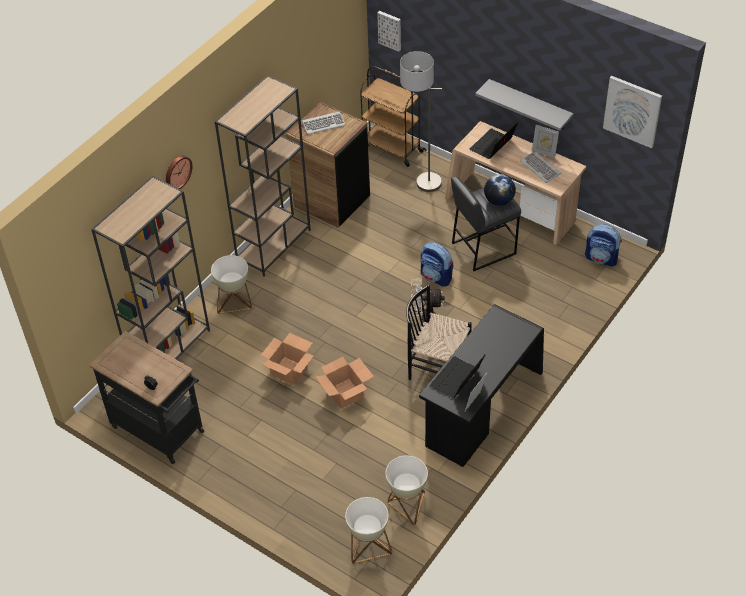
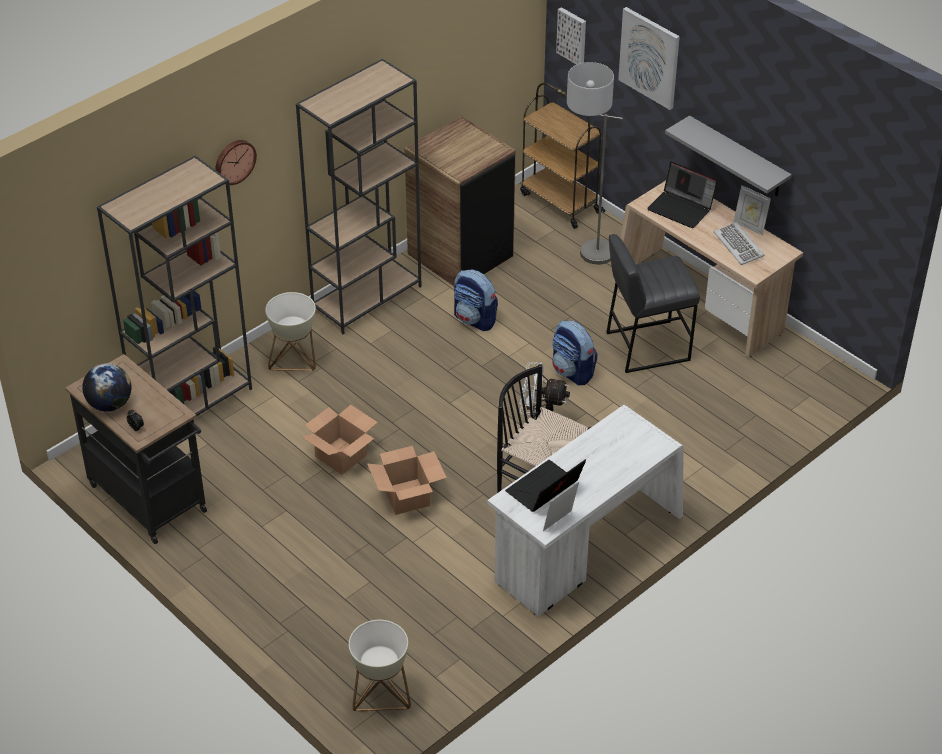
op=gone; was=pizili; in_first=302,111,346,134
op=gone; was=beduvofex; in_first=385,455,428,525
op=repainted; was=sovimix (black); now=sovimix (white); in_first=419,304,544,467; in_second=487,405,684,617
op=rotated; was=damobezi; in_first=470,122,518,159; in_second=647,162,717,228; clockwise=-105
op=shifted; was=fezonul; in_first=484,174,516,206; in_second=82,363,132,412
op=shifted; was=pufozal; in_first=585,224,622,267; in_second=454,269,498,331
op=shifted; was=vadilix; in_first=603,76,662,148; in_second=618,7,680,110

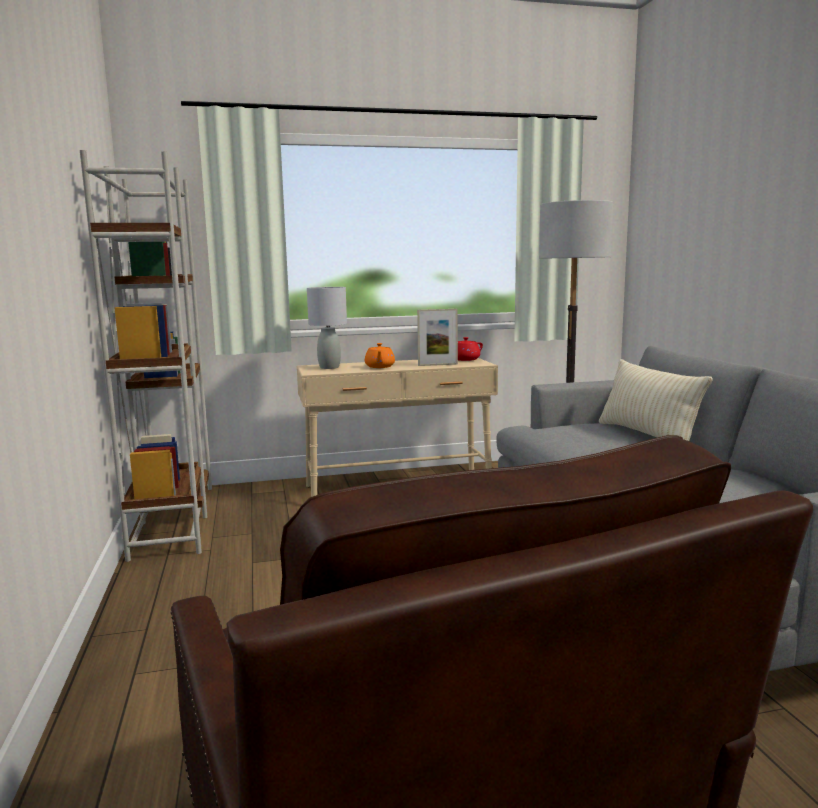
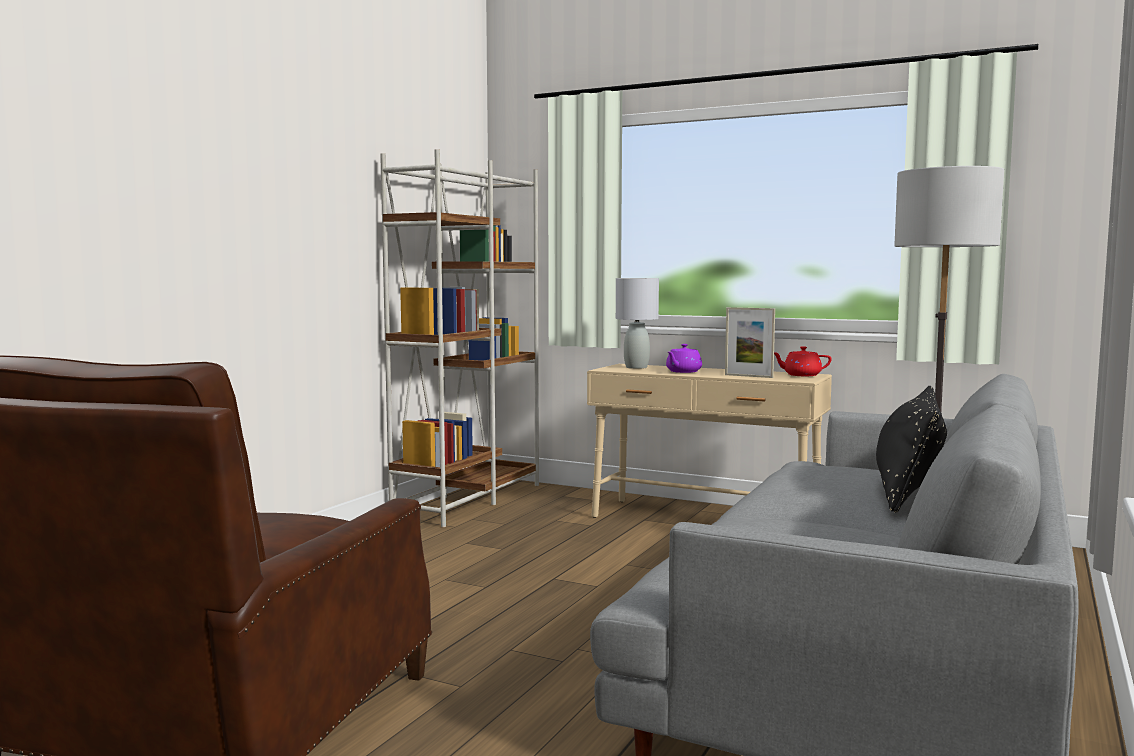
op=repainted; was=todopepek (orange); now=todopepek (purple); in_first=365,343,395,368; in_second=666,344,702,373
op=repainted; was=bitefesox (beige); now=bitefesox (black); in_first=599,359,712,441; in_second=876,386,947,513

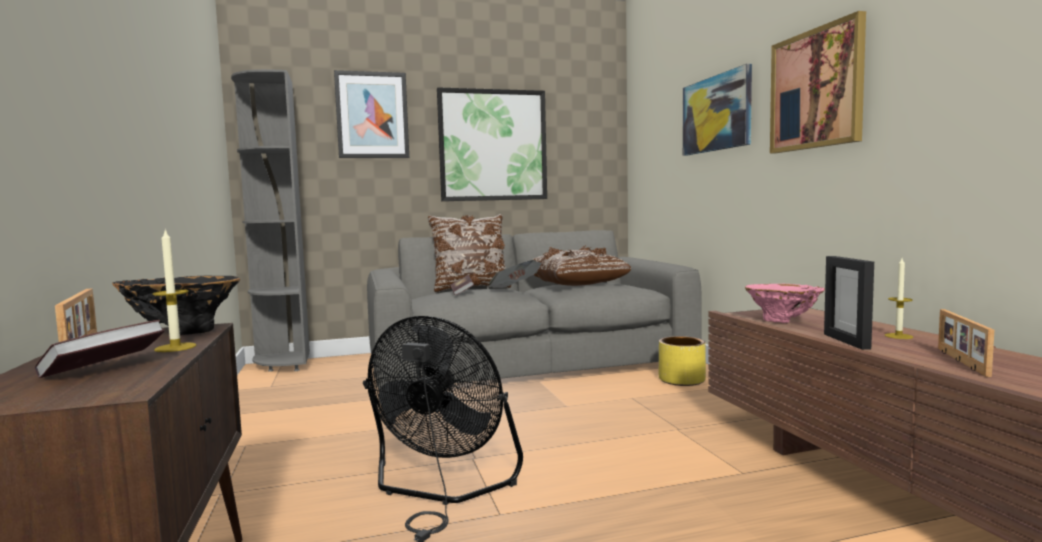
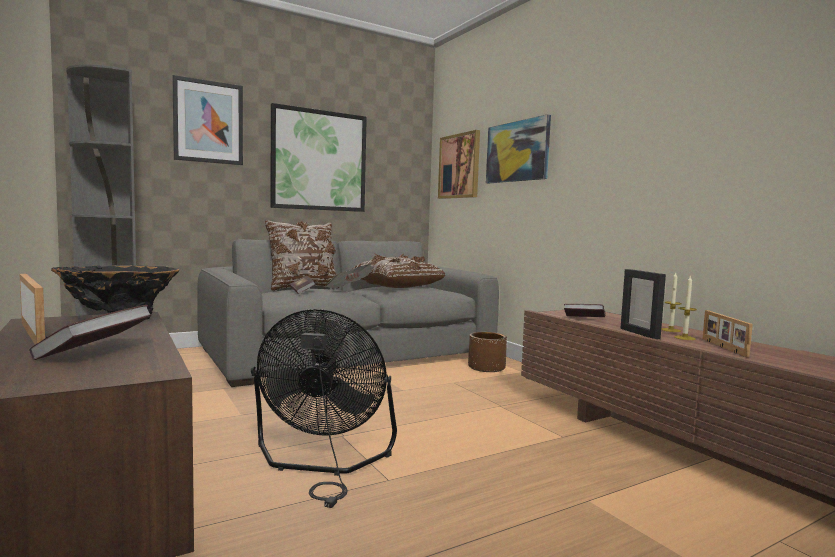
op=shifted; was=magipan; in_first=152,228,196,352; in_second=674,276,697,340
op=repainted; was=beduvofex (yellow); now=beduvofex (brown); in_first=659,336,706,386; in_second=468,332,507,372
op=swapped; was=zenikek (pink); now=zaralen; in_first=745,284,825,323; in_second=564,304,605,317
op=shifted; was=vadilix; in_first=770,11,866,153; in_second=438,130,480,199

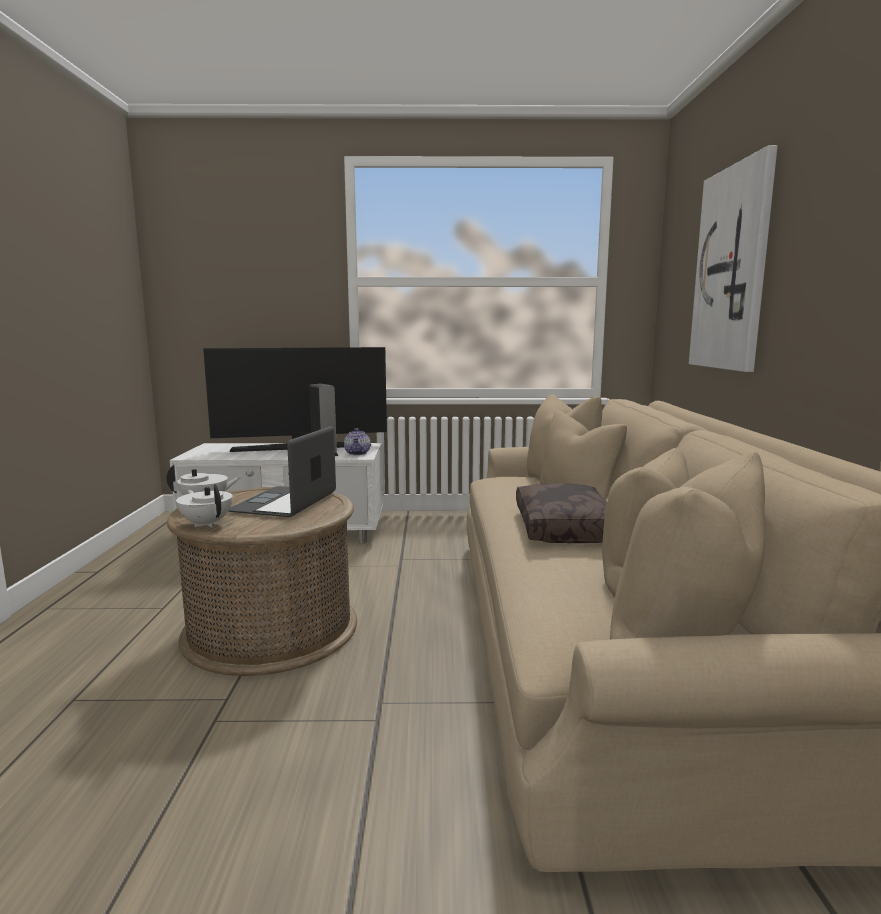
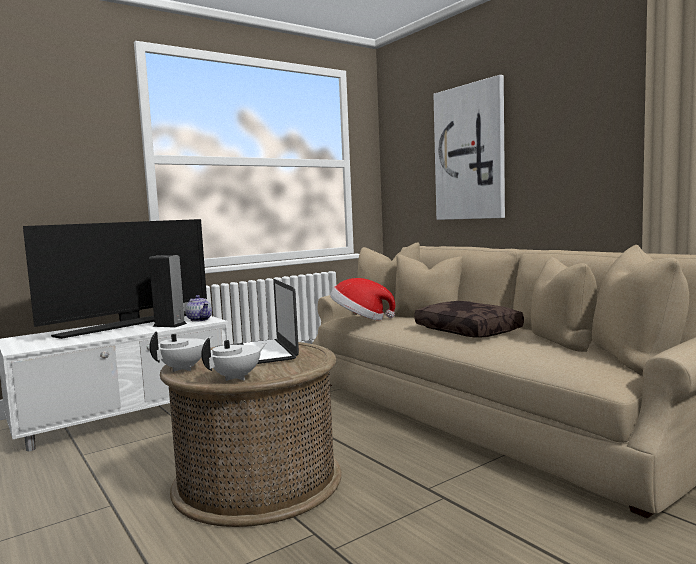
op=rotated; was=todopepek (white); in_first=176,484,233,527; in_second=201,338,266,381; clockwise=120
op=new; now=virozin; in_second=330,278,395,320

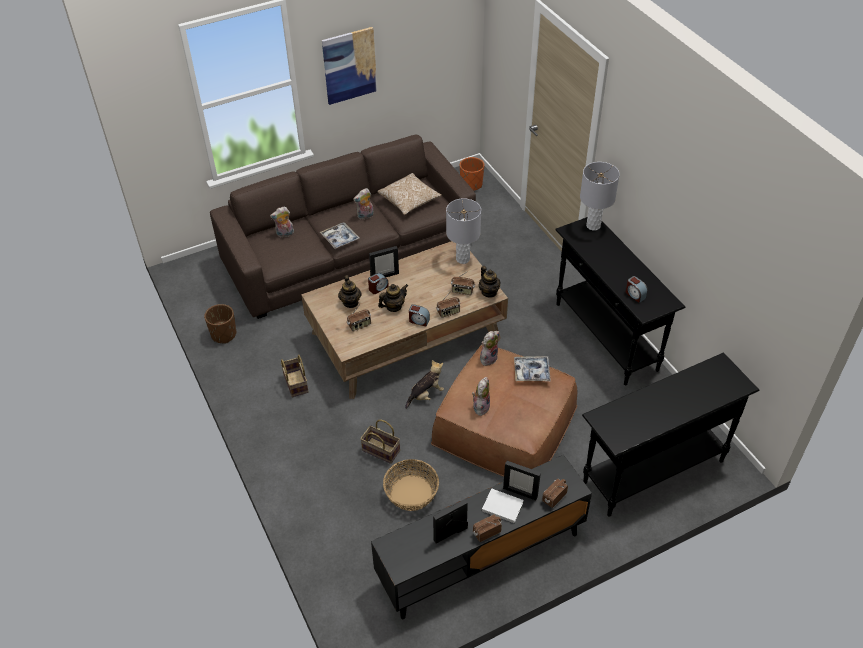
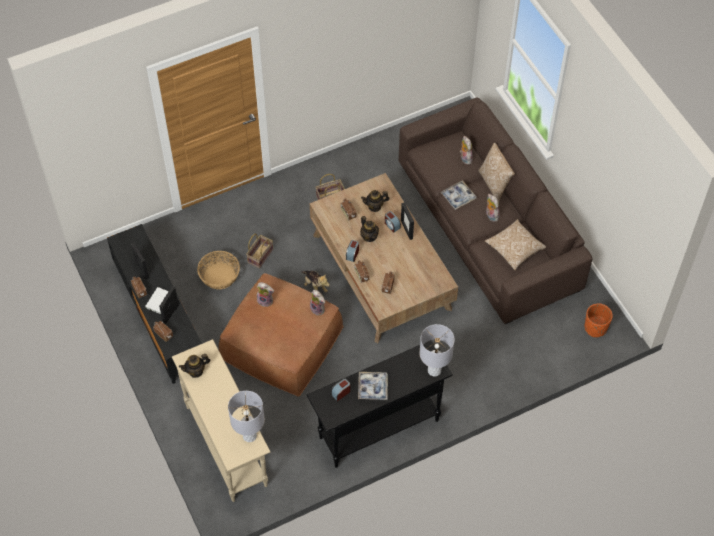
op=gone; was=beduvofex (brown); in_first=204,304,236,343
op=gone; was=vadilix; in_first=322,27,377,105
op=shifted; was=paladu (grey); in_first=446,198,481,264; in_second=228,391,265,442
op=shifted; was=todopepek; in_first=479,266,500,298; in_second=179,354,210,378
op=shifted; was=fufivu; in_first=514,356,551,381; in_second=358,372,388,400
op=repainted; was=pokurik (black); now=pokurik (beige); in_first=582,353,759,517; in_second=172,339,271,502
op=new; now=bitefesox; in_second=478,143,515,201

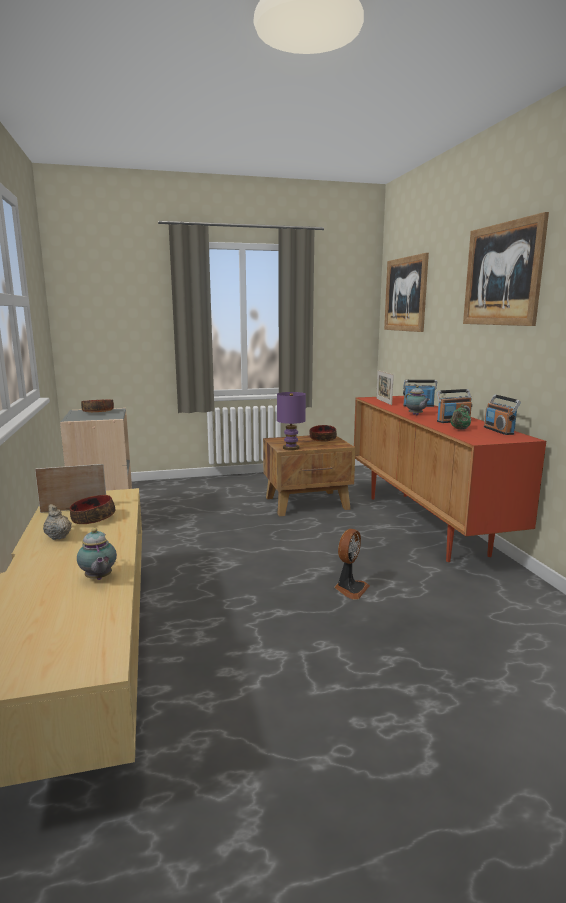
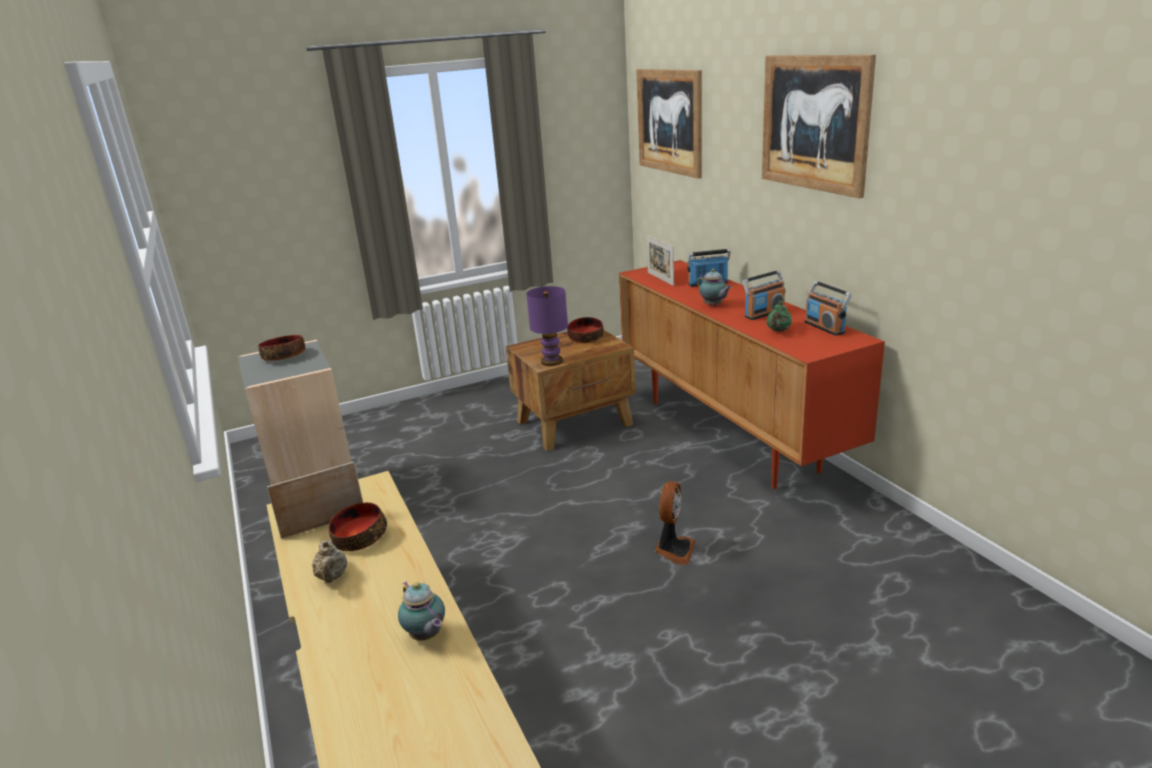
op=rotated; was=todopepek (beige); in_first=43,504,72,540; in_second=312,540,347,583; clockwise=-150

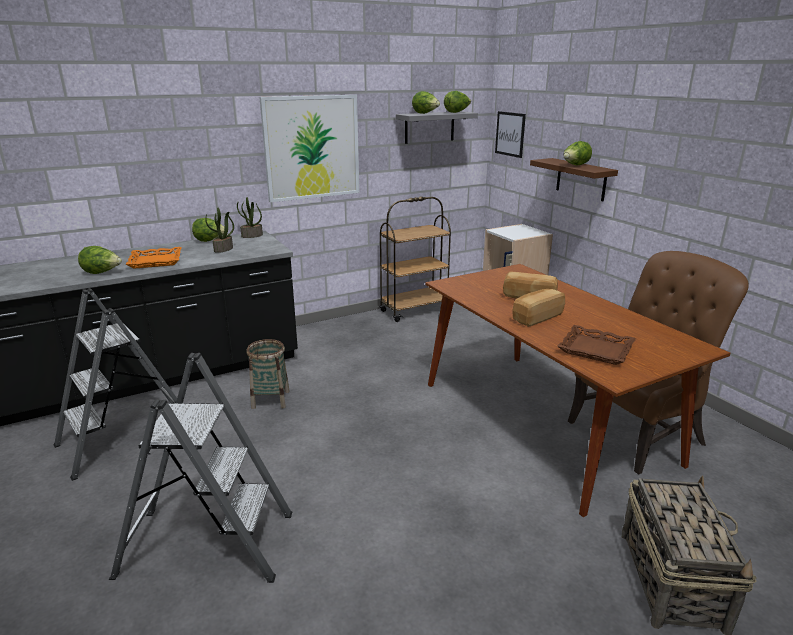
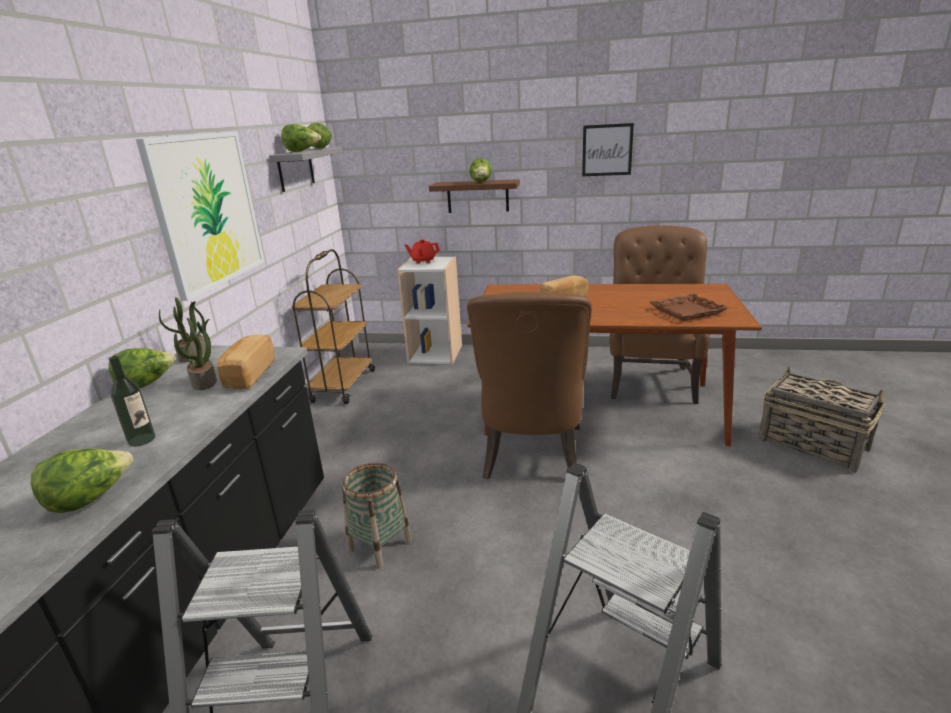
op=swapped; was=fufivu (orange); now=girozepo; in_first=126,247,182,269; in_second=108,355,155,447
op=shifted; was=vadilix; in_first=495,111,526,158; in_second=582,123,634,176
op=shifted; was=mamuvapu; in_first=513,289,565,327; in_second=217,334,275,389
op=new; now=todopepek (red); in_second=405,239,440,264
op=new; now=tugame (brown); in_second=467,292,592,480

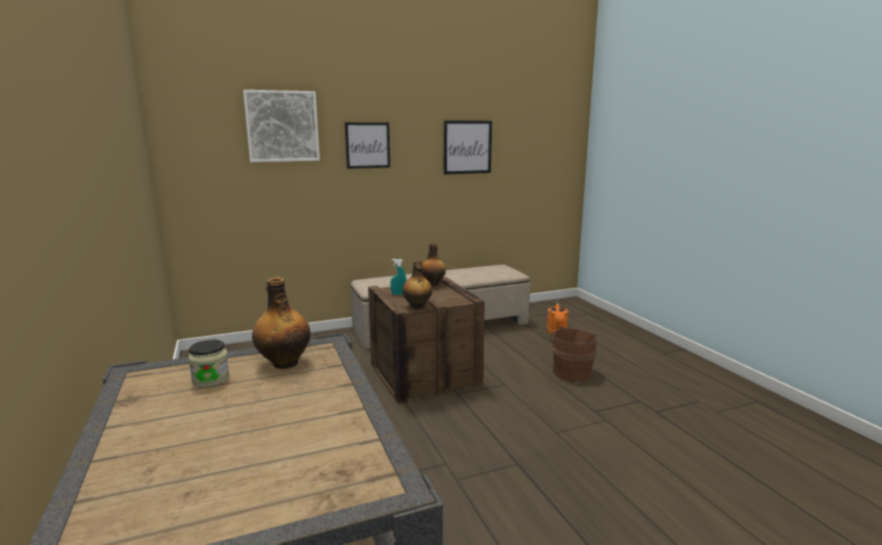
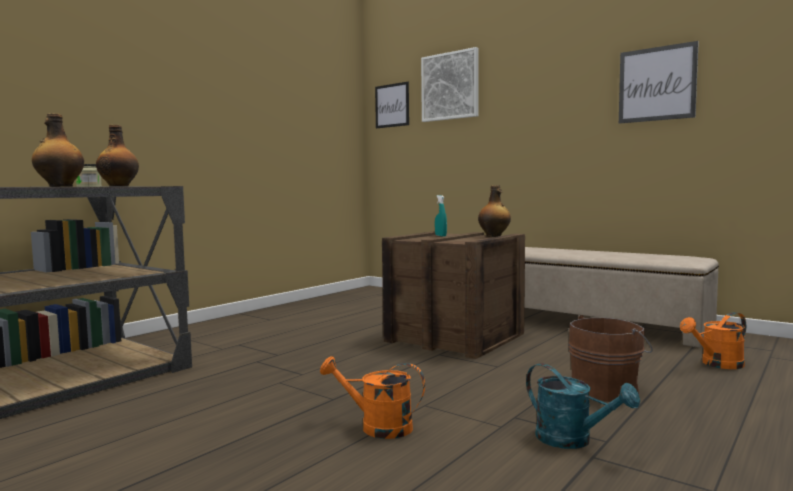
op=shifted; was=vadilix; in_first=345,122,390,169; in_second=375,82,409,128
op=shifted; was=girozepo; in_first=402,260,432,309; in_second=32,113,84,187
op=new; now=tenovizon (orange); in_second=320,356,425,439
op=new; now=tenovizon (turquoise); in_second=526,363,640,449

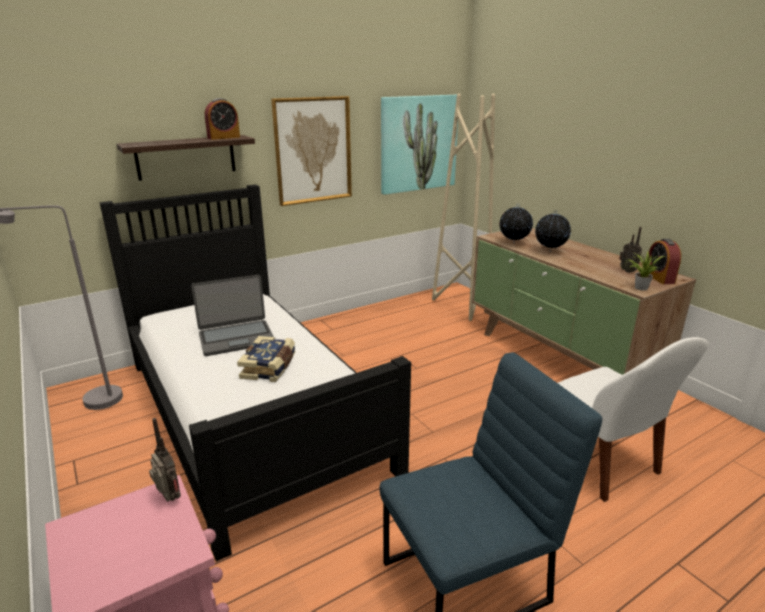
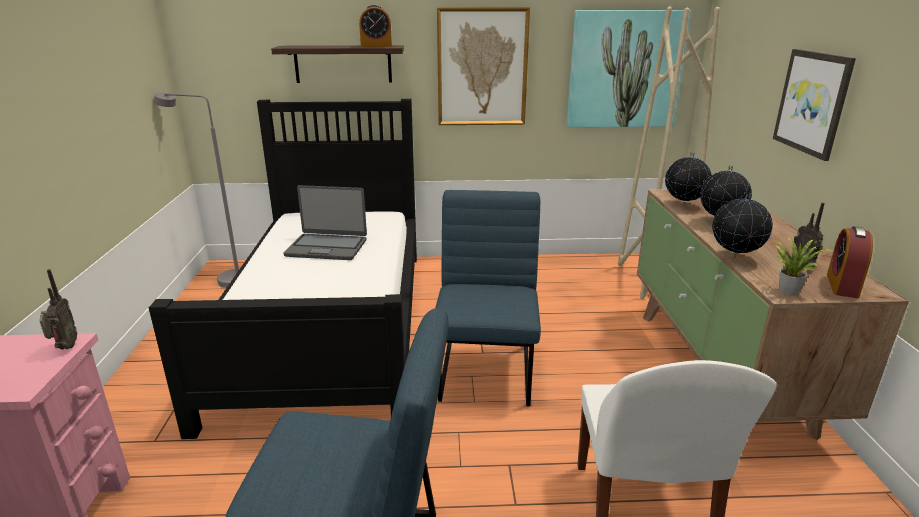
op=gone; was=zaralen; in_first=237,336,295,382
op=new; now=tugame (blue); in_second=435,190,541,406
op=new; now=fezonul; in_second=712,193,773,258
op=new; now=vadilix; in_second=773,49,856,161

